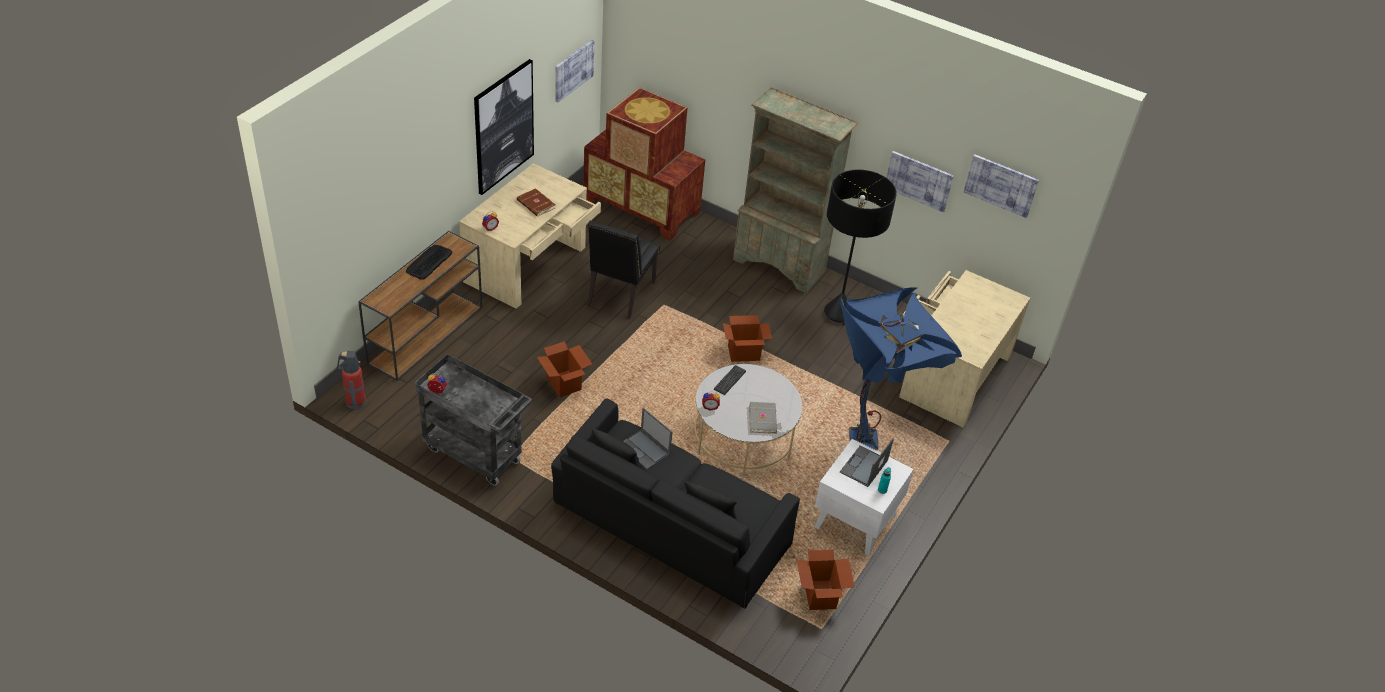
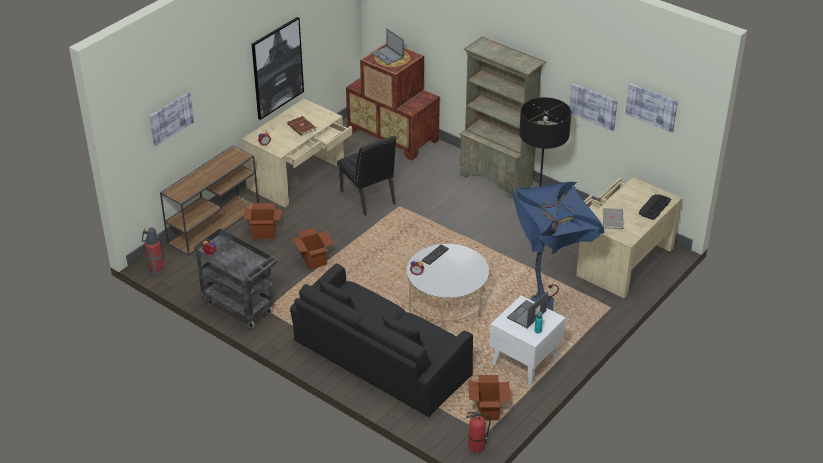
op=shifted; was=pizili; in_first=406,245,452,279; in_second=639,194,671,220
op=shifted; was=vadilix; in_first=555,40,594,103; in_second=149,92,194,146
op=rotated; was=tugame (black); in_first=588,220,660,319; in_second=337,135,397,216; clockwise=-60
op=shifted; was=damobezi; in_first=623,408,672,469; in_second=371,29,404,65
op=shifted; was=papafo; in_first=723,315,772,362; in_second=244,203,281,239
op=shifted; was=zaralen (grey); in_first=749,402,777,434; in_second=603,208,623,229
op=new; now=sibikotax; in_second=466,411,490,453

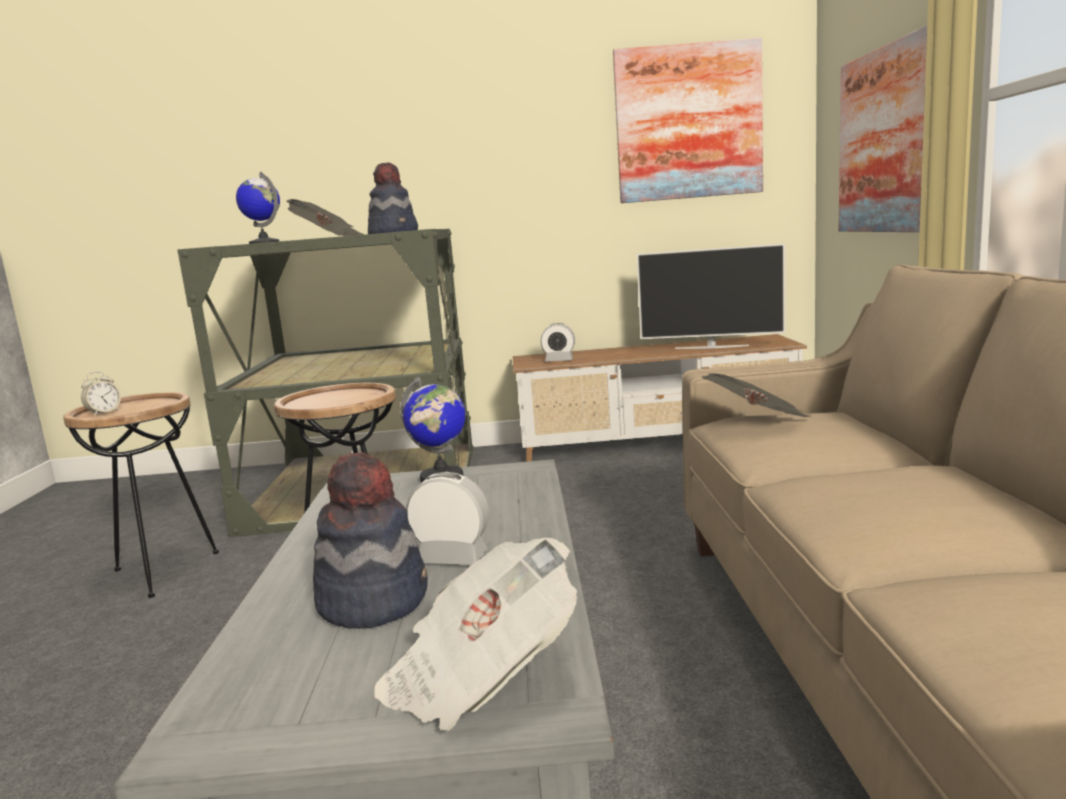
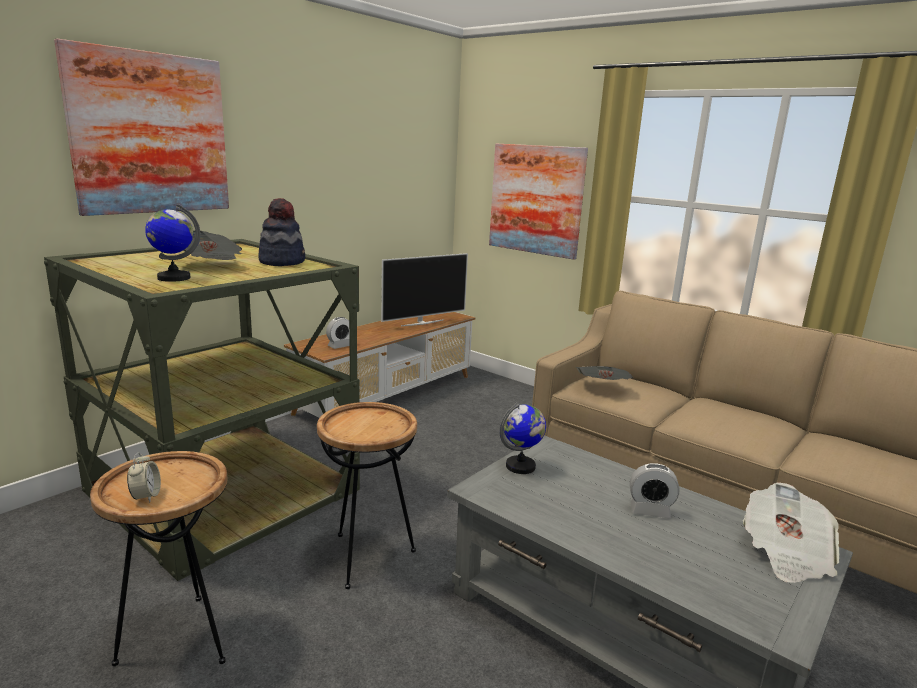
op=gone; was=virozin; in_first=313,452,428,629
op=rotated; was=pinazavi; in_first=406,472,489,565; in_second=630,463,679,518; clockwise=-135
op=shifted; was=vadilix; in_first=613,38,763,203; in_second=54,39,229,216

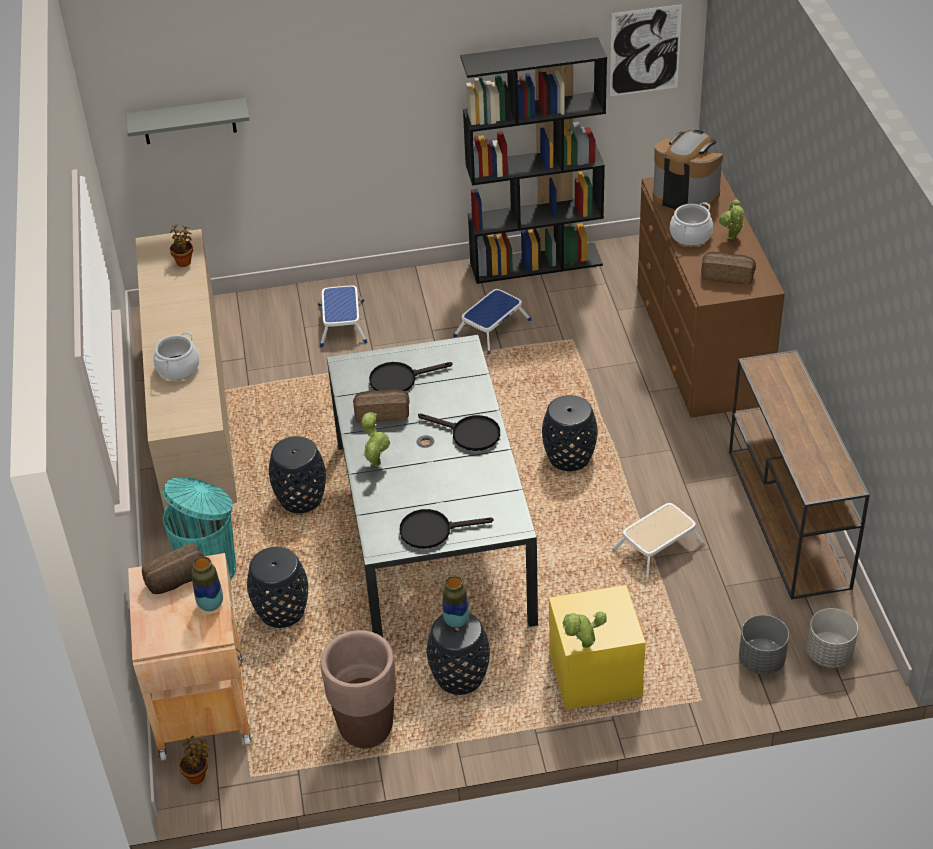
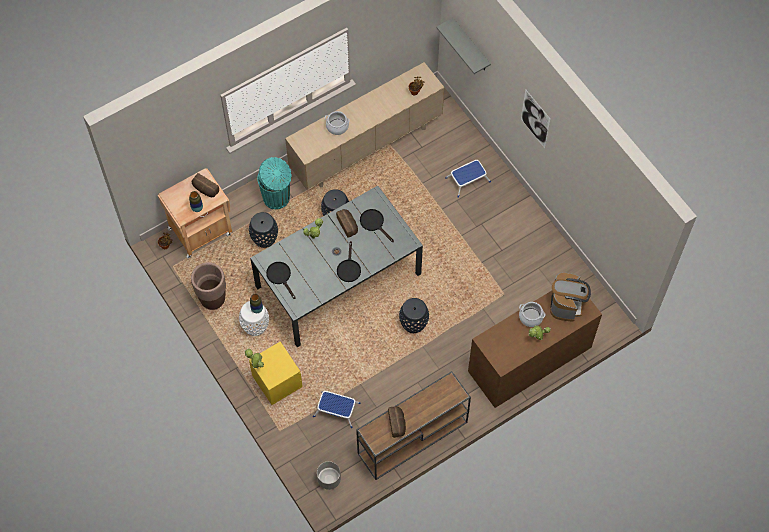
op=repainted; was=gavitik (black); now=gavitik (white); in_first=427,613,490,695; in_second=239,301,269,336
op=shifted; was=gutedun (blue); in_first=453,289,532,354; in_second=313,391,360,428
op=gone; was=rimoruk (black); in_first=460,37,607,284
op=shifted; was=vadilix; in_first=610,4,682,96; in_second=521,89,551,148
op=gone; was=gutedun (beige); in_first=611,503,705,581
op=shifted; was=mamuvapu; in_first=701,252,756,285; in_second=388,406,406,438
op=gone; was=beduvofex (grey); in_first=739,615,789,675

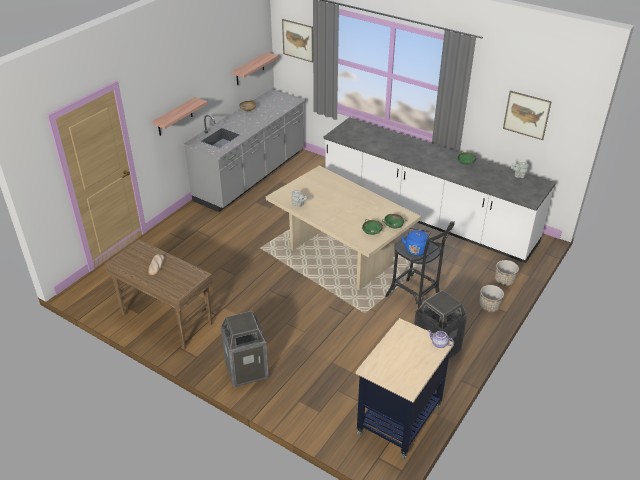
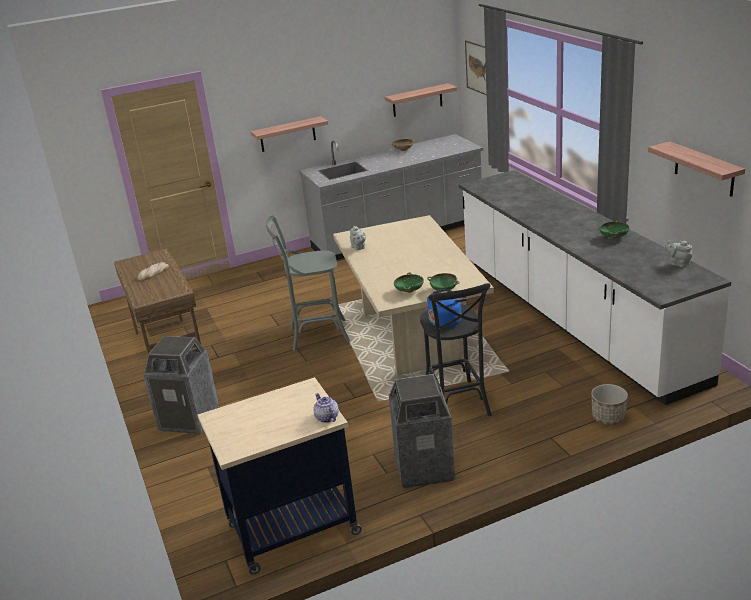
op=gone; was=beduvofex; in_first=479,285,504,312
op=swapped; was=vadilix; now=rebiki; in_first=503,91,552,140; in_second=648,141,745,197
op=new; now=gavitik (grey); in_second=266,215,350,350

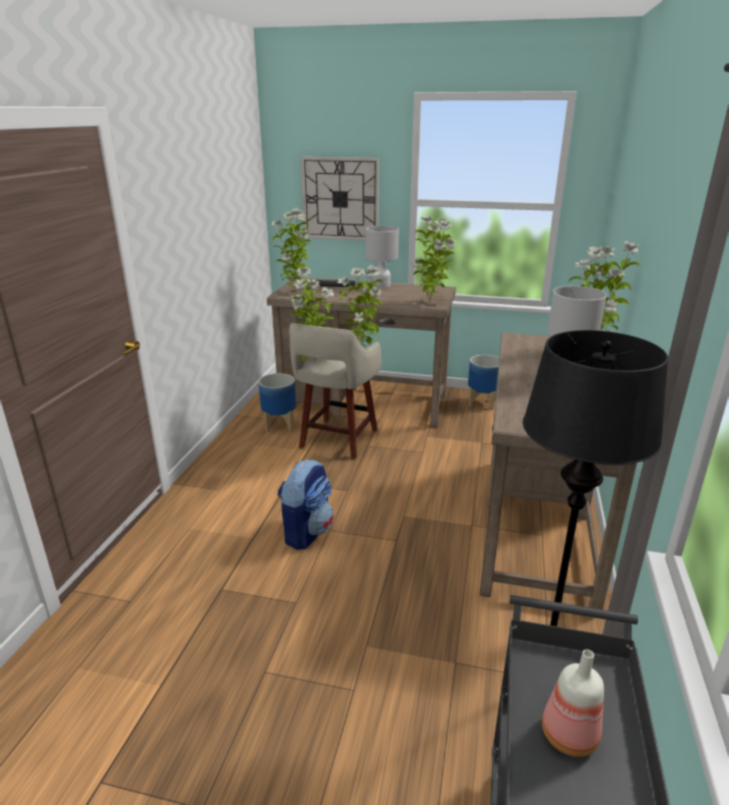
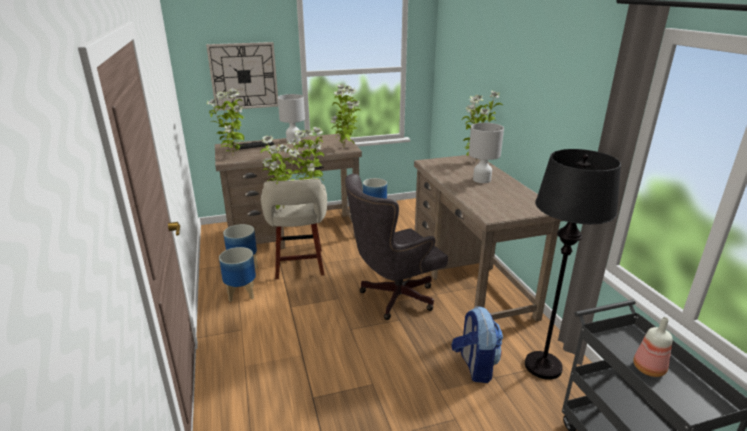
op=shifted; was=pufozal; in_first=277,460,333,550; in_second=451,307,503,383
op=new; now=beduvofex; in_second=219,247,256,302
op=new; now=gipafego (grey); in_second=345,174,448,320

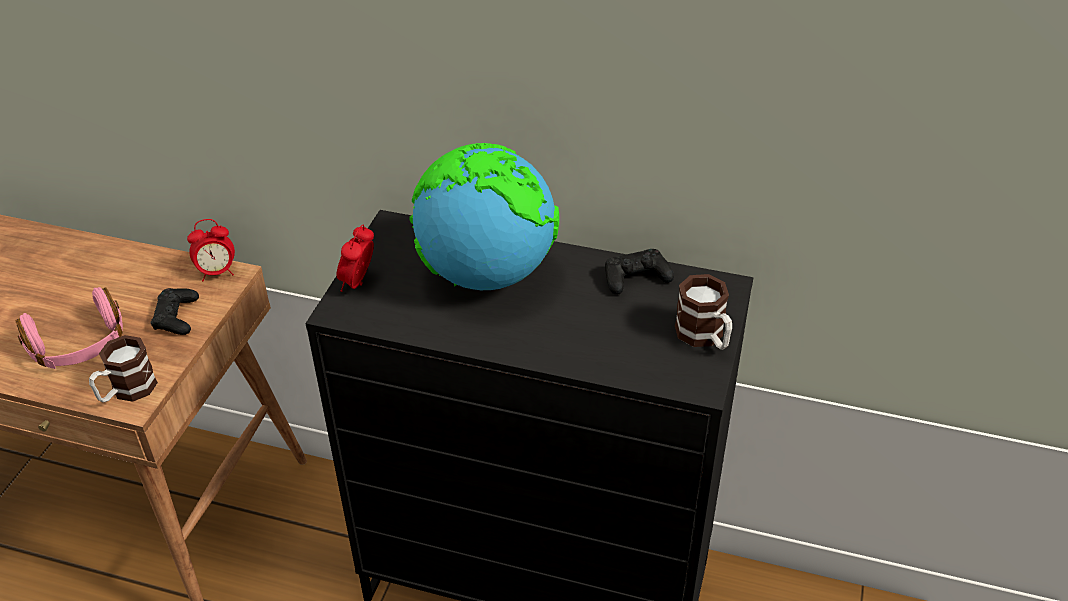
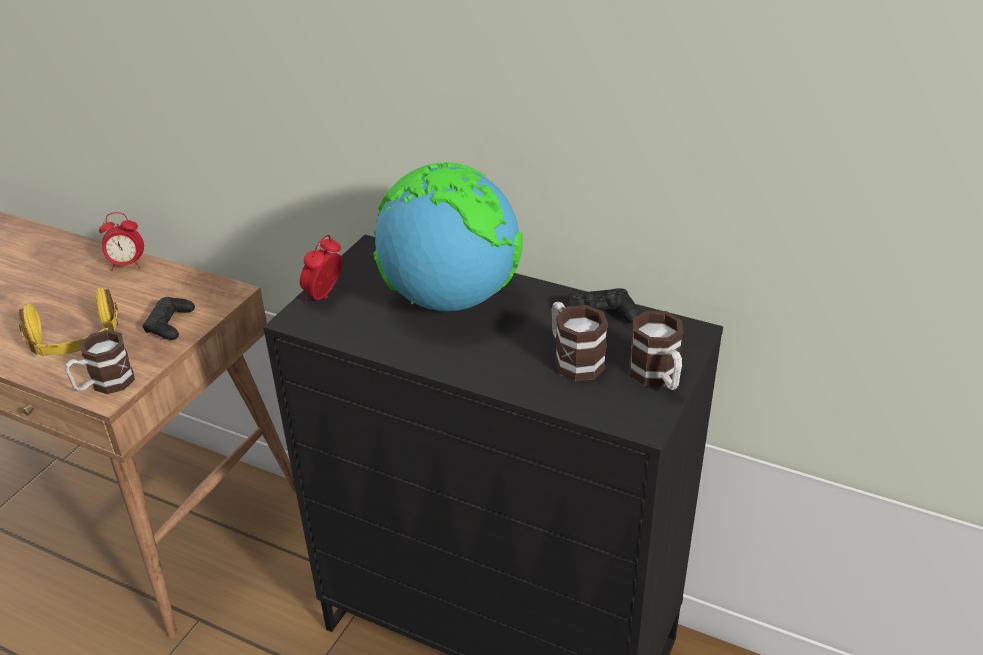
op=repainted; was=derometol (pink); now=derometol (yellow); in_first=15,287,123,369; in_second=19,288,118,357
op=shifted; was=pinazavi; in_first=187,219,235,281; in_second=99,212,144,271
op=new; now=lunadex; in_second=552,302,608,381

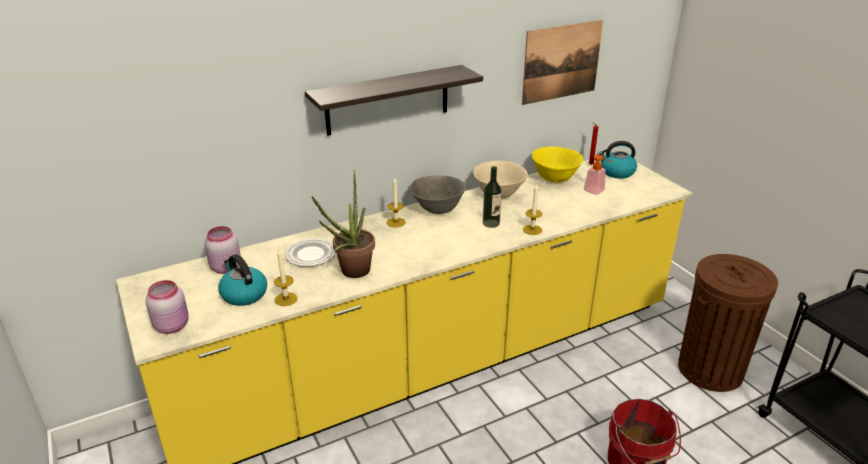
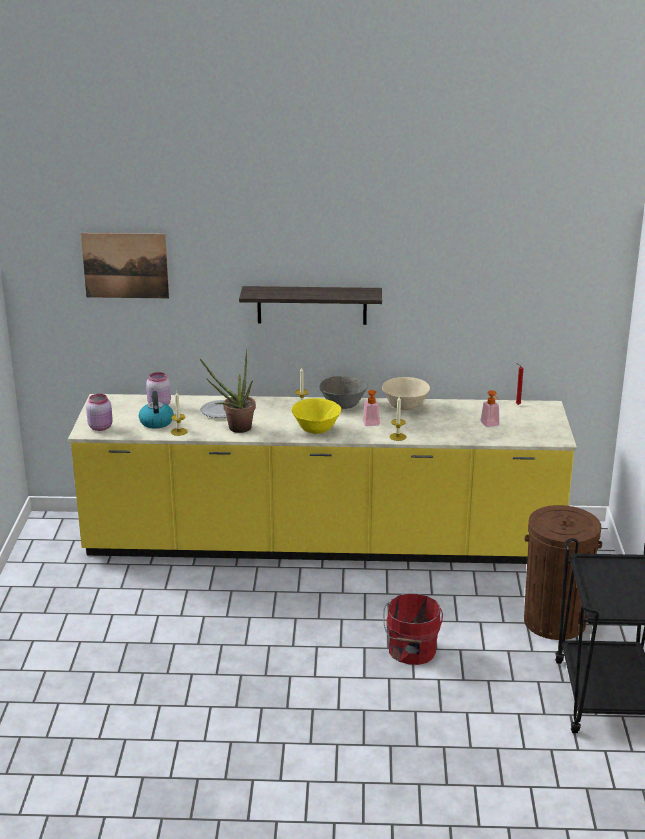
op=swapped; was=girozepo; now=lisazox; in_first=483,166,502,228; in_second=363,390,380,426
op=shifted; was=vadilix; in_first=522,20,603,105; in_second=81,233,169,298
op=shifted; was=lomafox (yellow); in_first=532,147,583,183; in_second=292,398,342,434
op=gone; was=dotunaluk; in_first=597,141,637,179

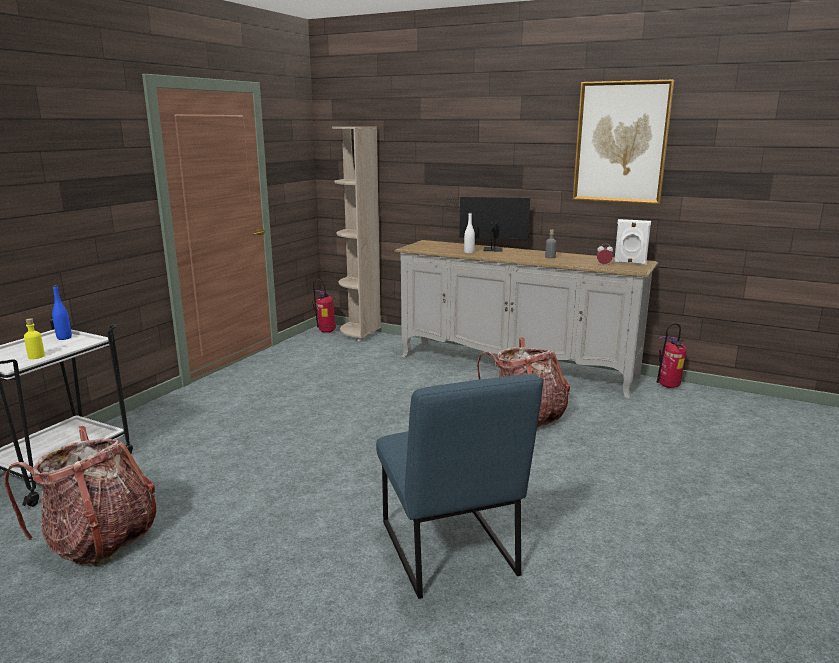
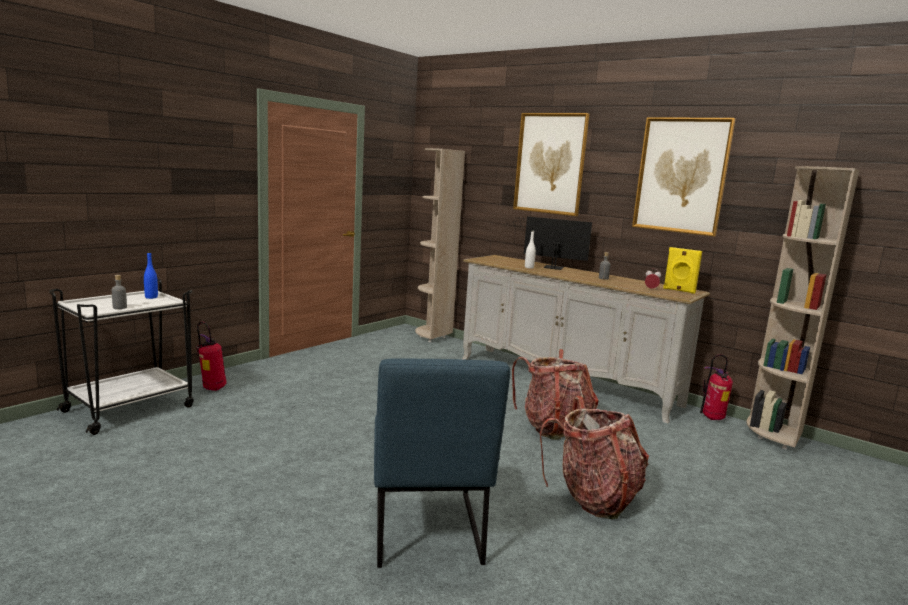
op=shifted; was=pufozal; in_first=4,426,156,567; in_second=540,396,649,519
op=repainted; was=girozepo (yellow); now=girozepo (grey); in_first=24,318,45,359; in_second=112,275,127,309
op=shifted; was=sibikotax; in_first=312,280,336,333; in_second=196,322,227,391
op=repainted; was=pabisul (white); now=pabisul (yellow); in_first=614,219,651,265; in_second=663,247,702,294
op=new; now=vadilix; in_second=513,113,589,216
op=new; now=rimoruk (beige); in_second=746,166,859,449

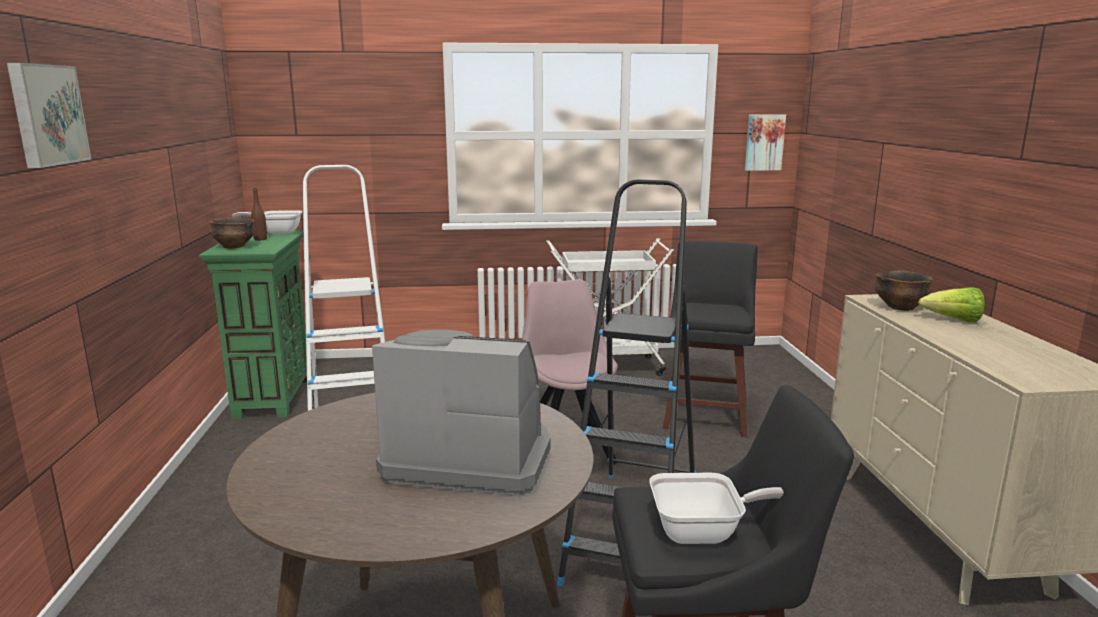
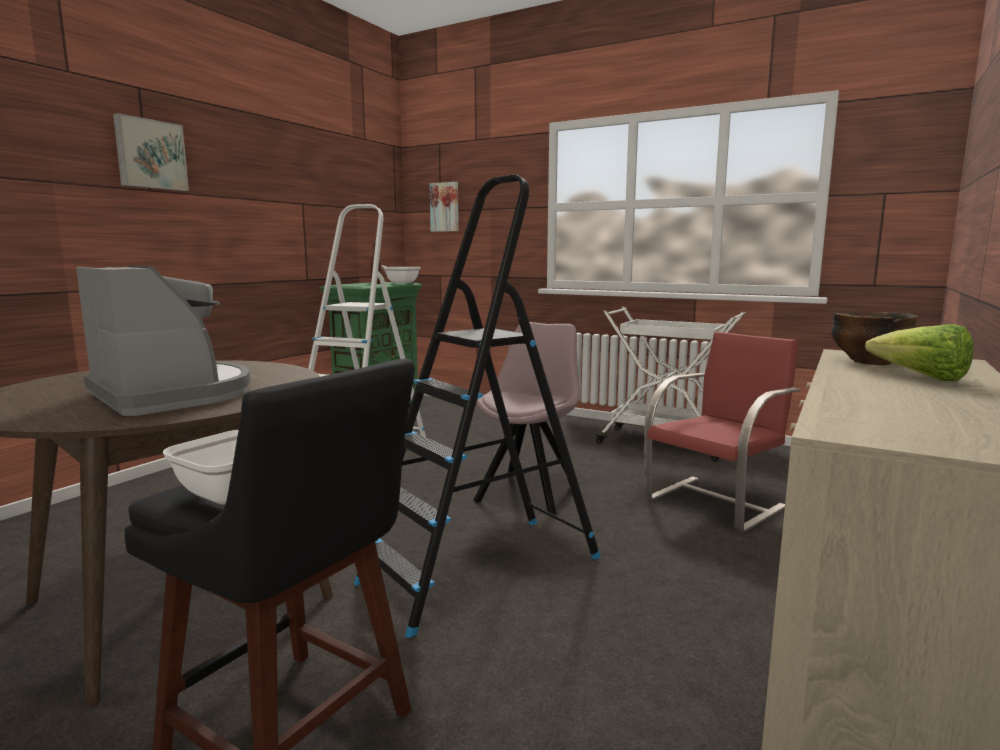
op=gone; was=lomafox; in_first=210,217,255,249
op=swapped; was=gavitik (black); now=tugame (red); in_first=663,241,758,438; in_second=644,331,800,533
op=shifted; was=vadilix; in_first=745,114,786,171; in_second=430,182,459,232

